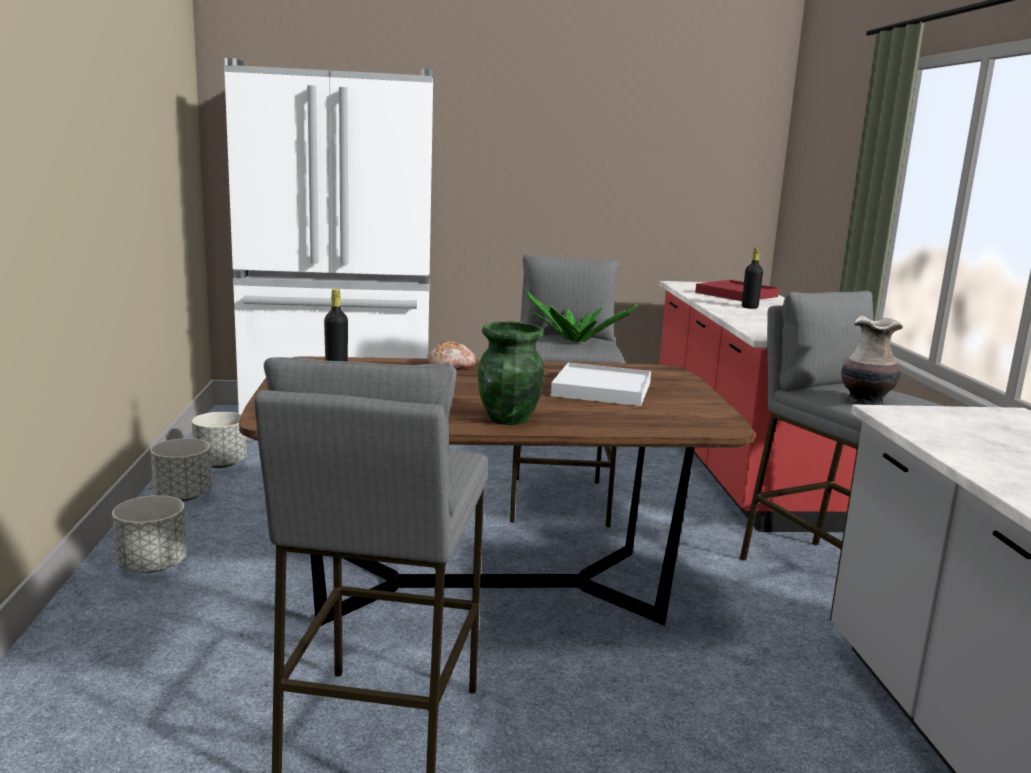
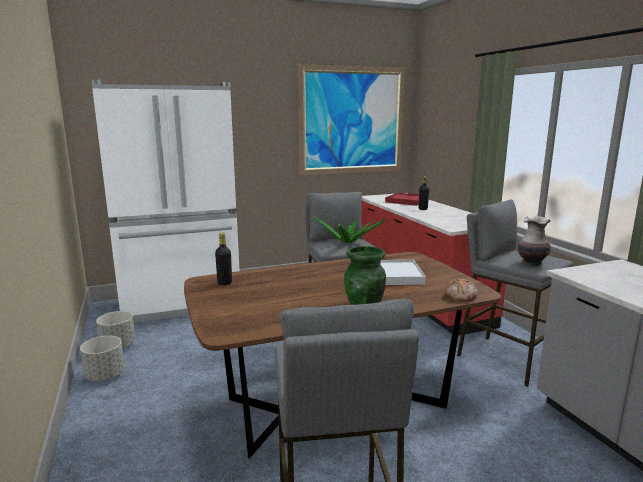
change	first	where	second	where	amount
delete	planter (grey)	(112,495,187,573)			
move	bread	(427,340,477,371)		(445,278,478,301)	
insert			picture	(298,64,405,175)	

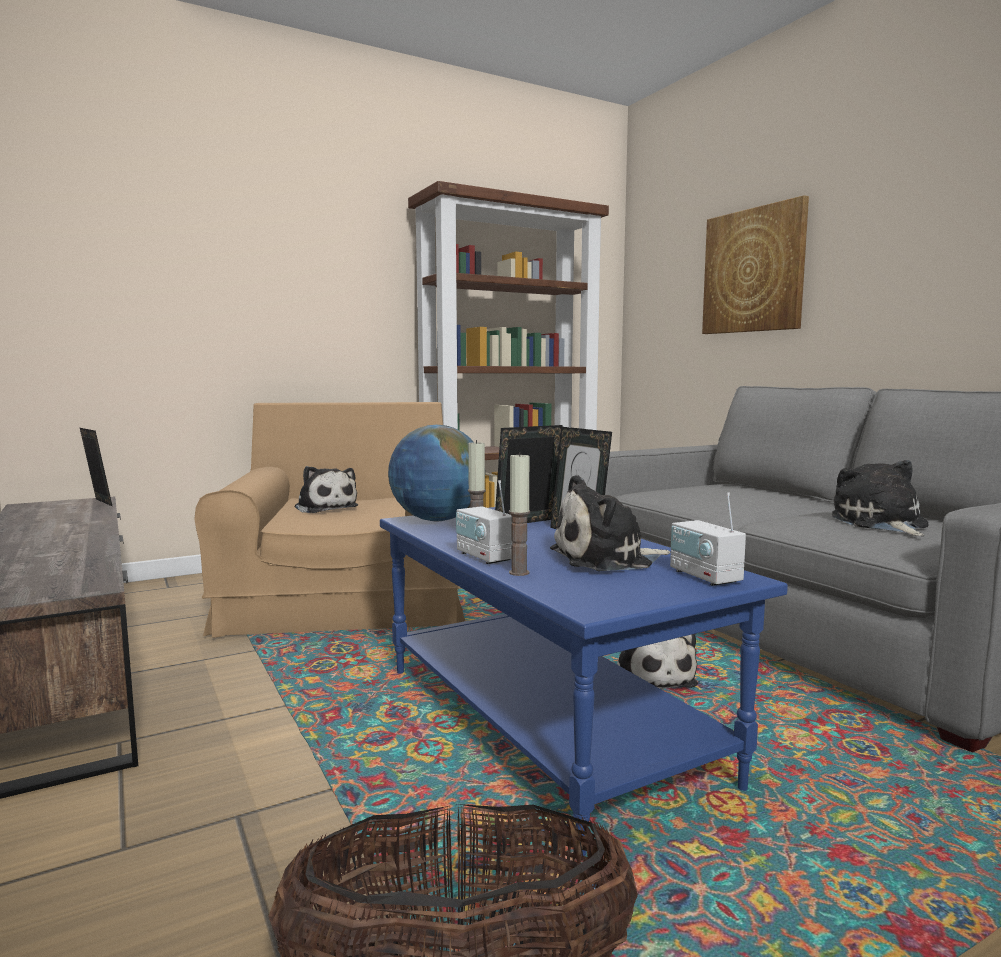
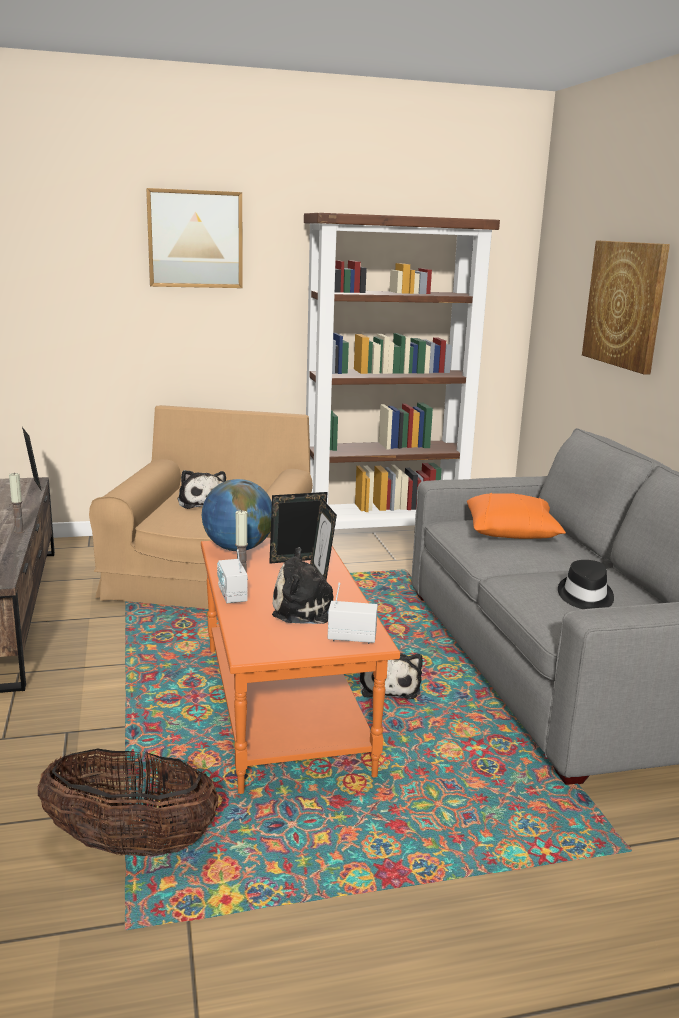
change	first	where	second	where	amount
recolor	coffee table (blue)	(380,507,788,856)	coffee table (orange)	(201,538,400,794)	
move	candle	(509,452,530,576)		(9,472,25,534)	
rotate	radio	(670,493,746,586)		(328,582,378,644)	105 degrees clockwise
replace	plush toy	(832,460,929,536)	hat (black)	(558,560,614,609)	
insert			picture	(146,188,243,288)	
insert			pillow (orange)	(467,493,566,539)	

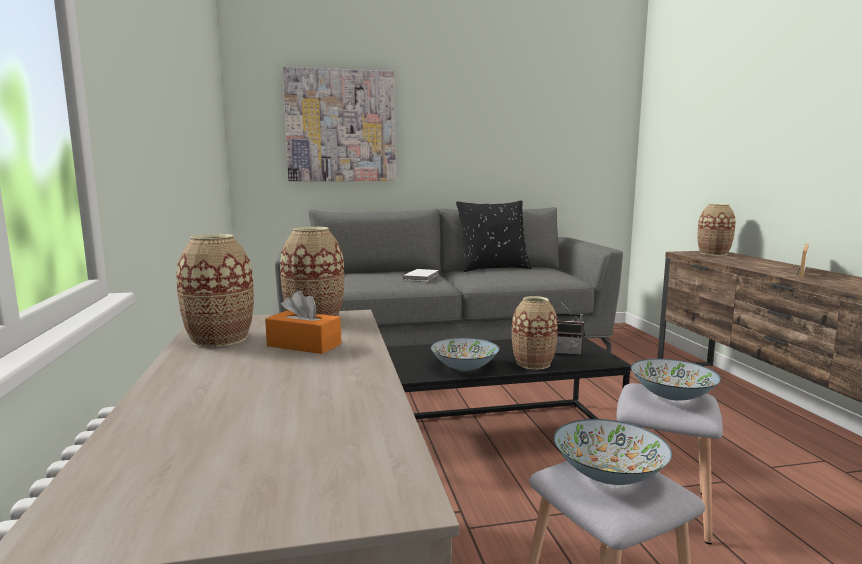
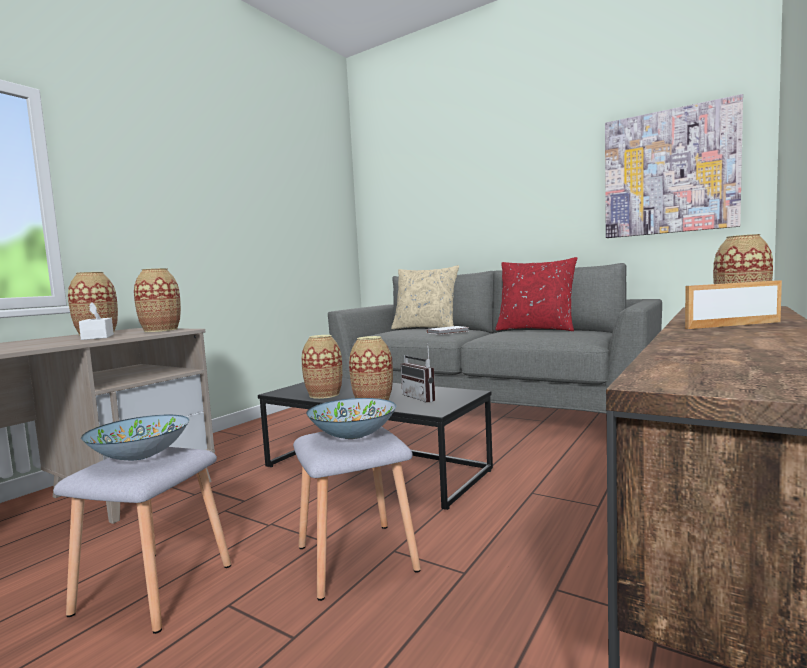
change	first	where	second	where	amount
recolor	tissue box (orange)	(265,291,341,354)	tissue box (white)	(79,303,114,340)	
move	picture	(283,67,396,181)		(605,94,743,238)	
replace	bowl	(431,338,499,371)	vase	(301,335,342,399)	
recolor	pillow (black)	(456,200,531,272)	pillow (red)	(495,257,577,331)	
insert			pillow (beige)	(391,265,459,329)	

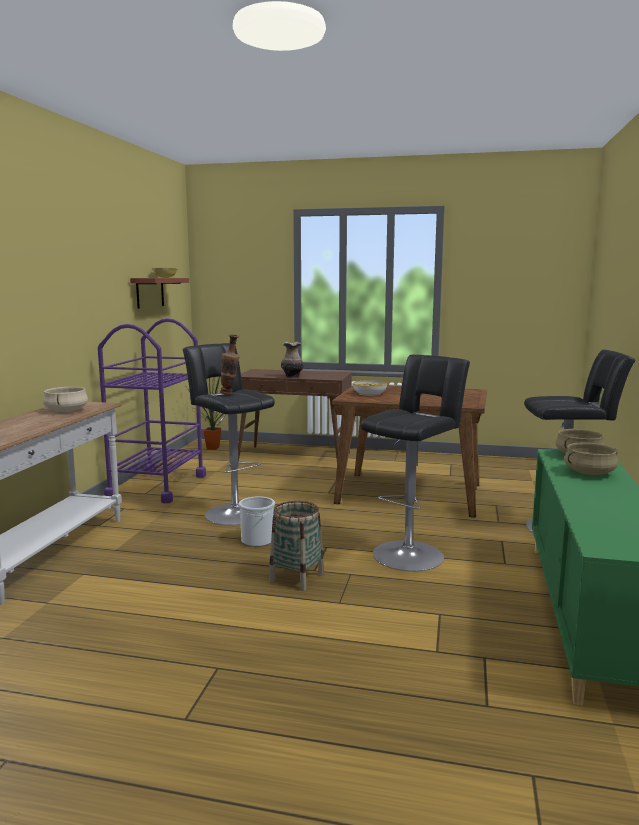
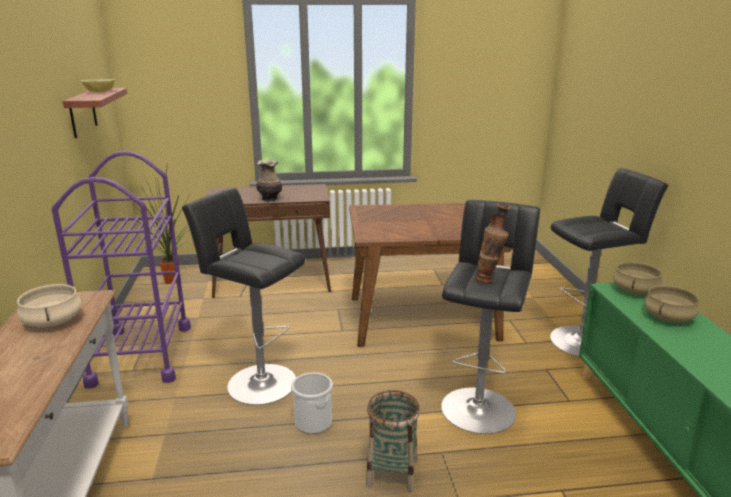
change	first	where	second	where	amount
move	vase	(220,334,240,395)		(475,204,511,283)	
delete	bowl	(353,380,387,396)			

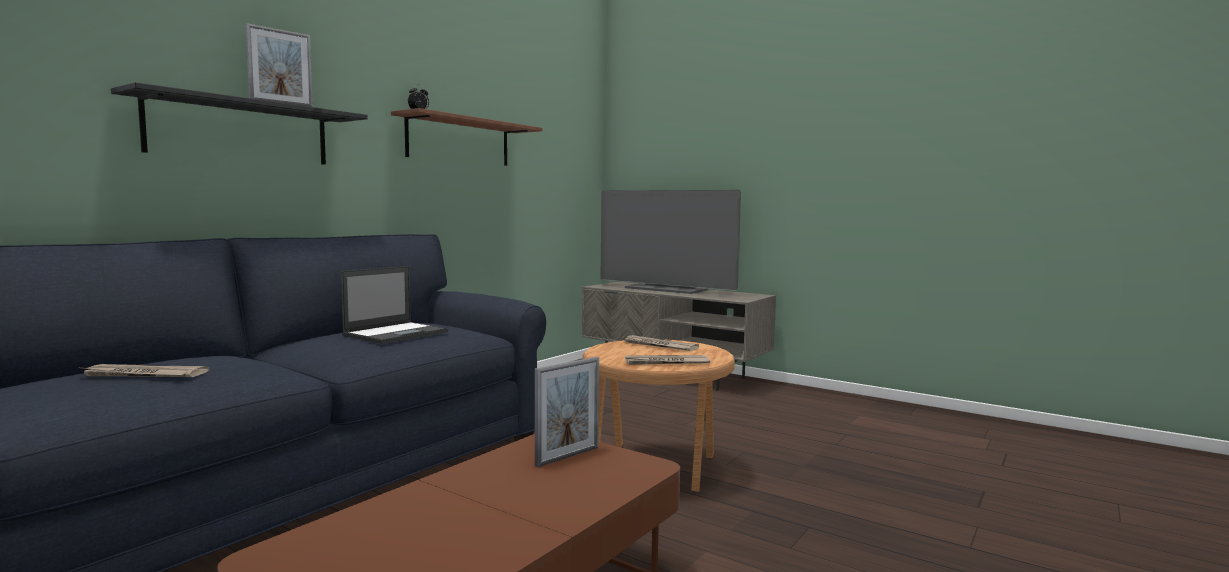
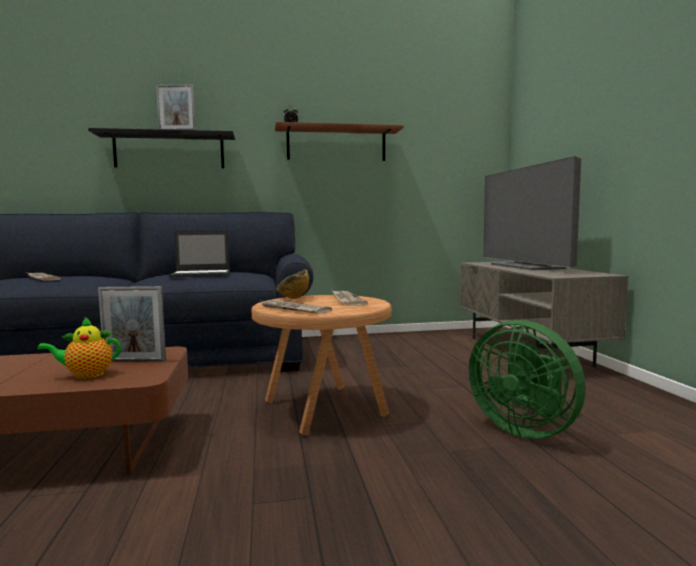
change	first	where	second	where	amount
insert			teapot	(37,317,121,379)	
insert			bowl	(277,269,309,299)	
insert			fan (green)	(469,320,586,439)	

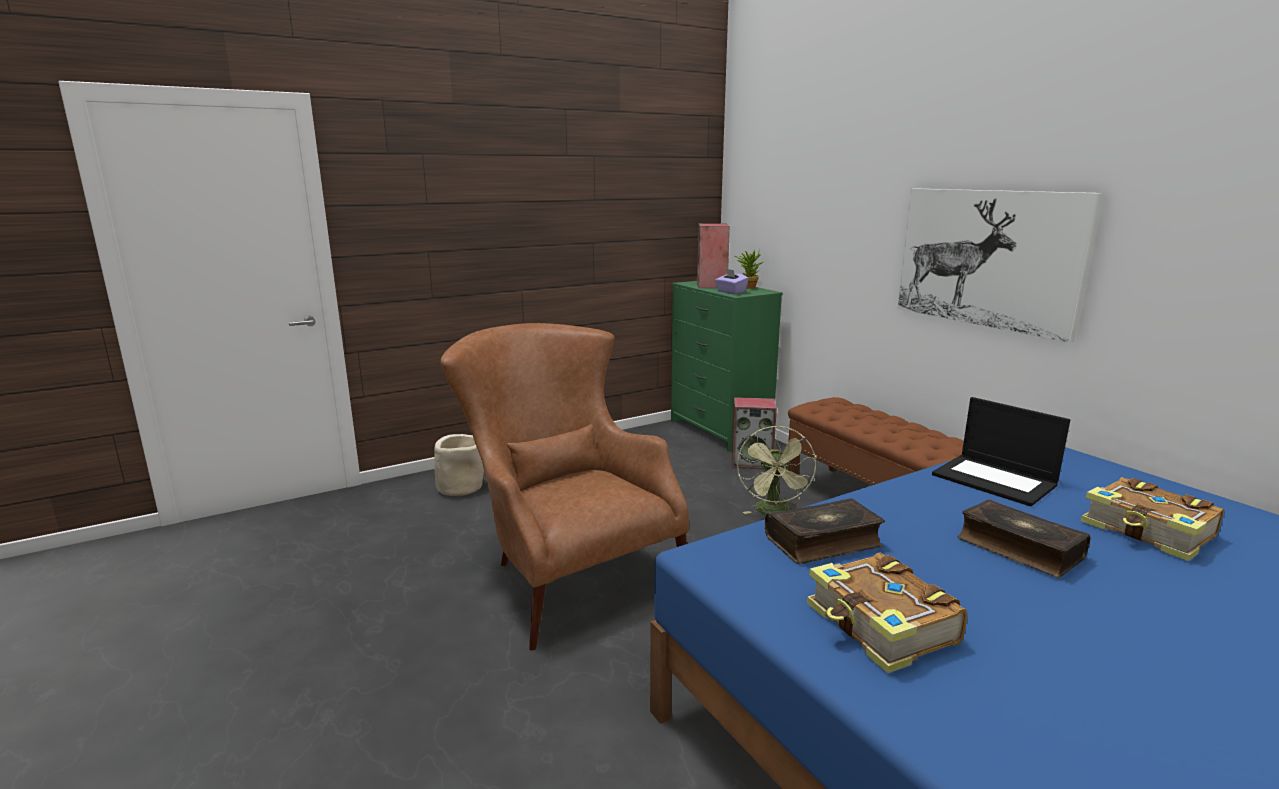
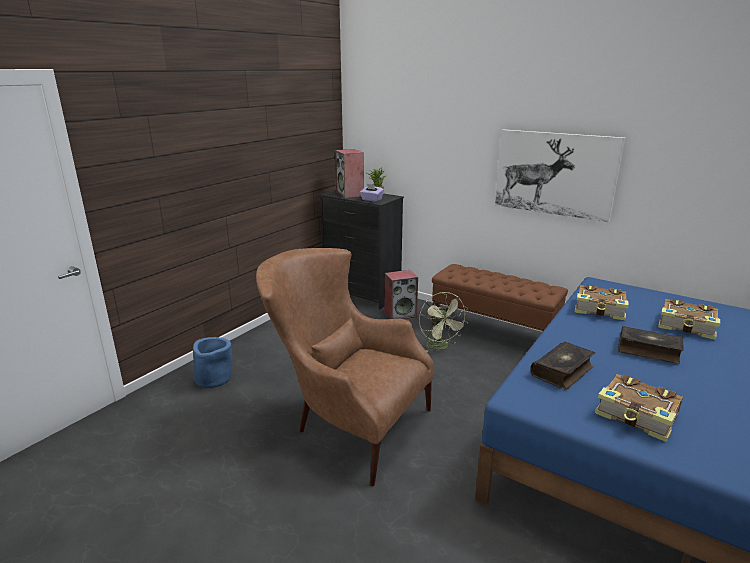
change	first	where	second	where	amount
recolor	planter (beige)	(434,434,484,496)	planter (blue)	(193,337,232,388)	
recolor	dresser (green)	(671,281,783,452)	dresser (black)	(320,190,404,309)	
replace	laptop	(932,397,1070,507)	book	(575,285,629,320)	

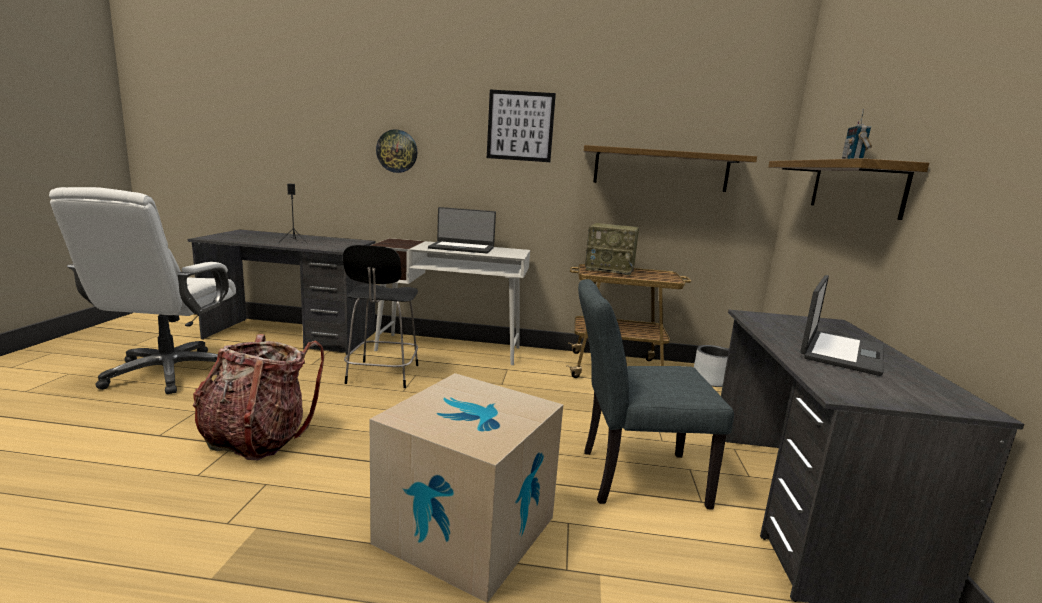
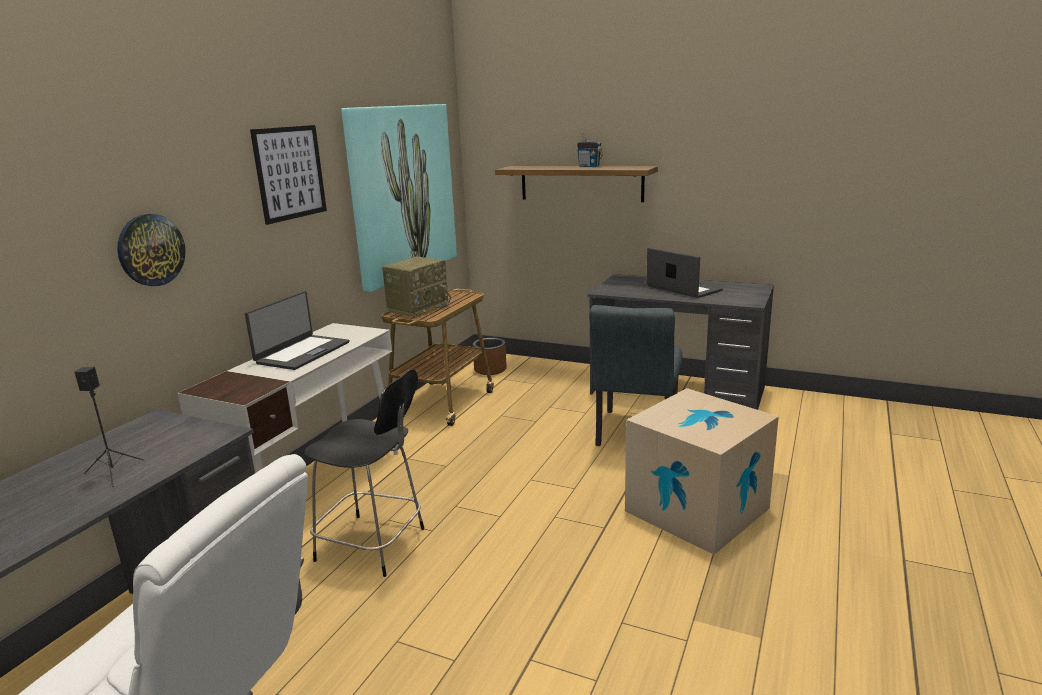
change	first	where	second	where	amount
delete	backpack	(193,334,324,460)			
replace	shelf	(583,145,757,192)	picture	(341,104,457,292)	
recolor	planter (grey)	(694,345,729,387)	planter (brown)	(473,338,507,375)	

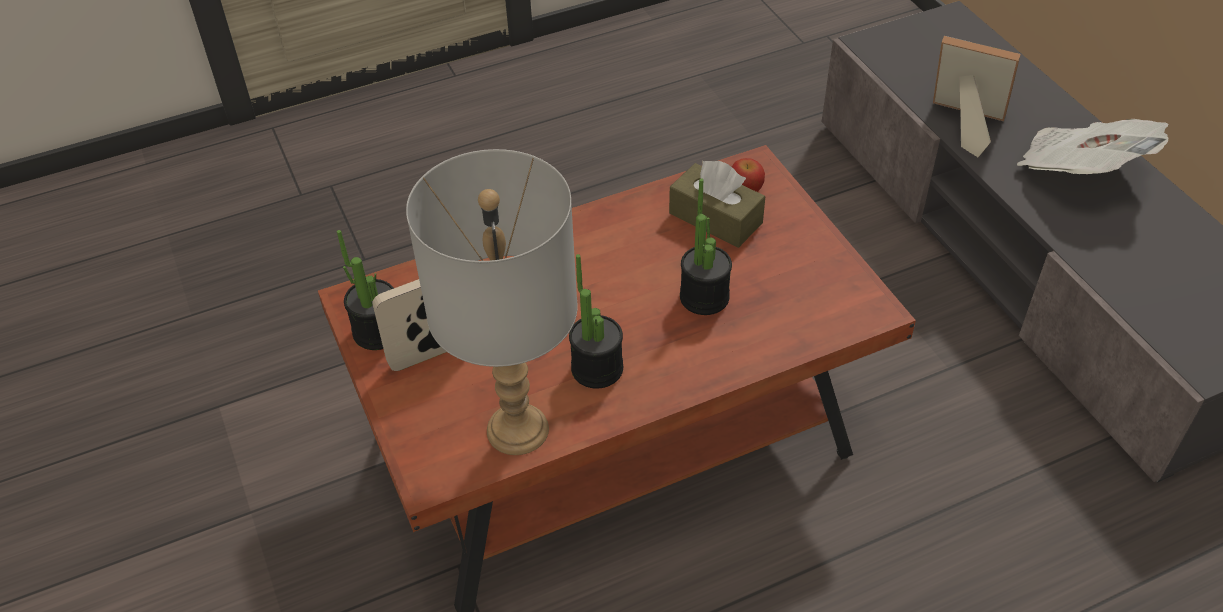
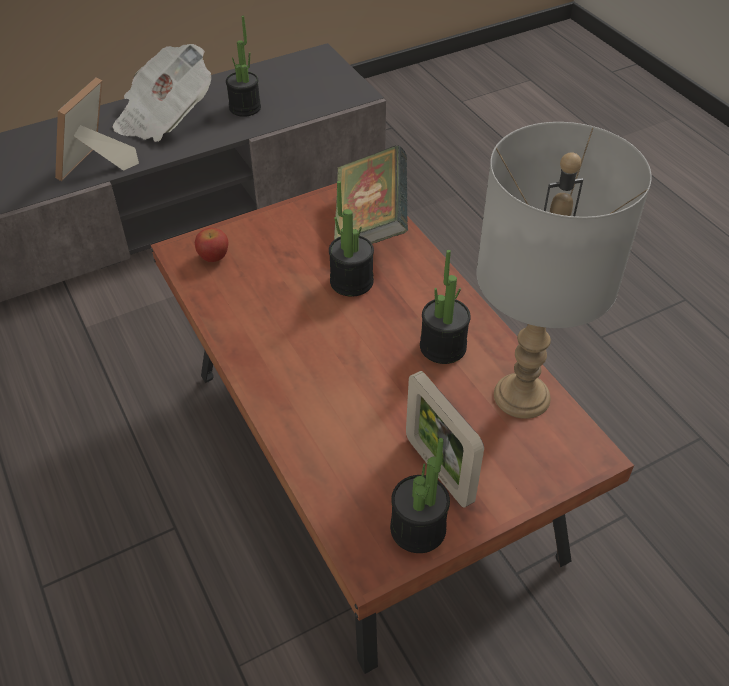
change	first	where	second	where	amount
delete	tissue box (brown)	(669,161,765,248)			
insert			potted plant	(226,16,261,117)	
insert			book	(334,145,408,244)	

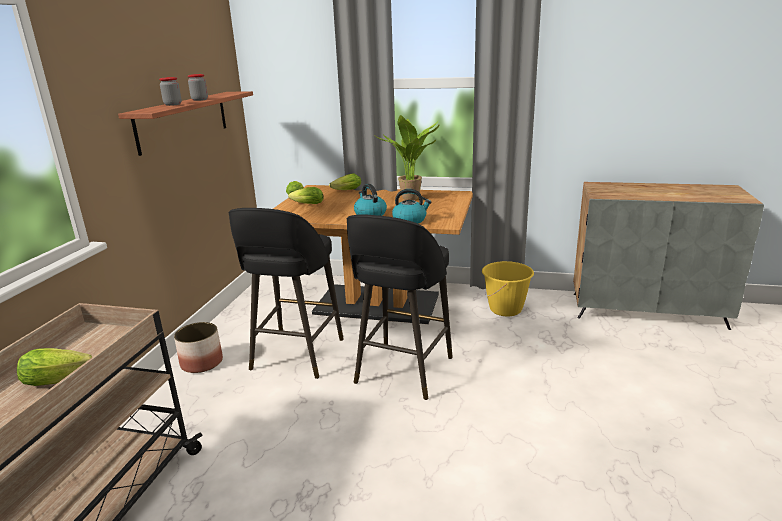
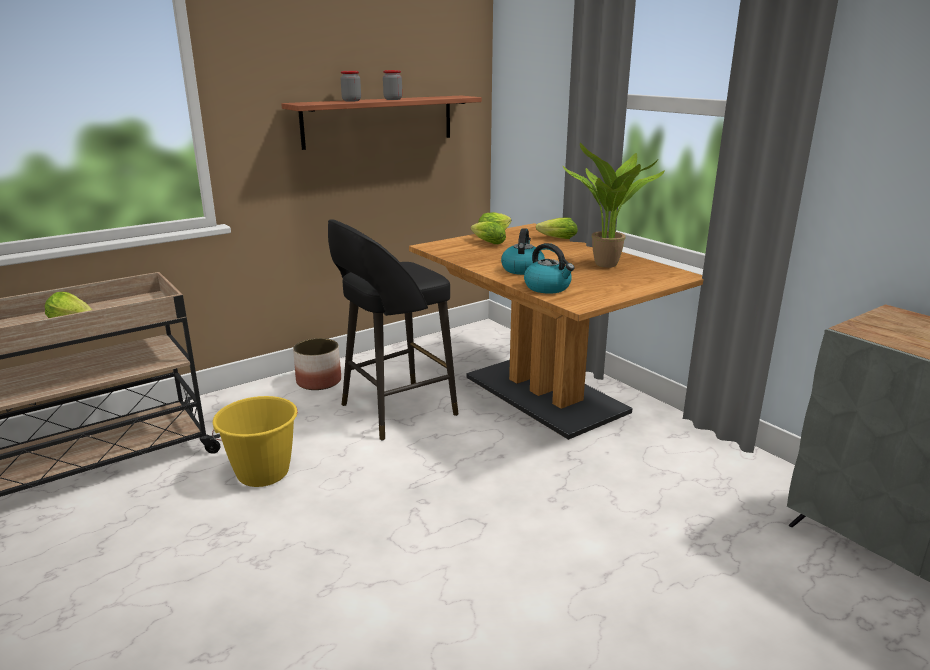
change	first	where	second	where	amount
delete	stool (black)	(347,214,453,400)			
move	bucket (yellow)	(482,261,534,316)		(212,396,298,487)	

